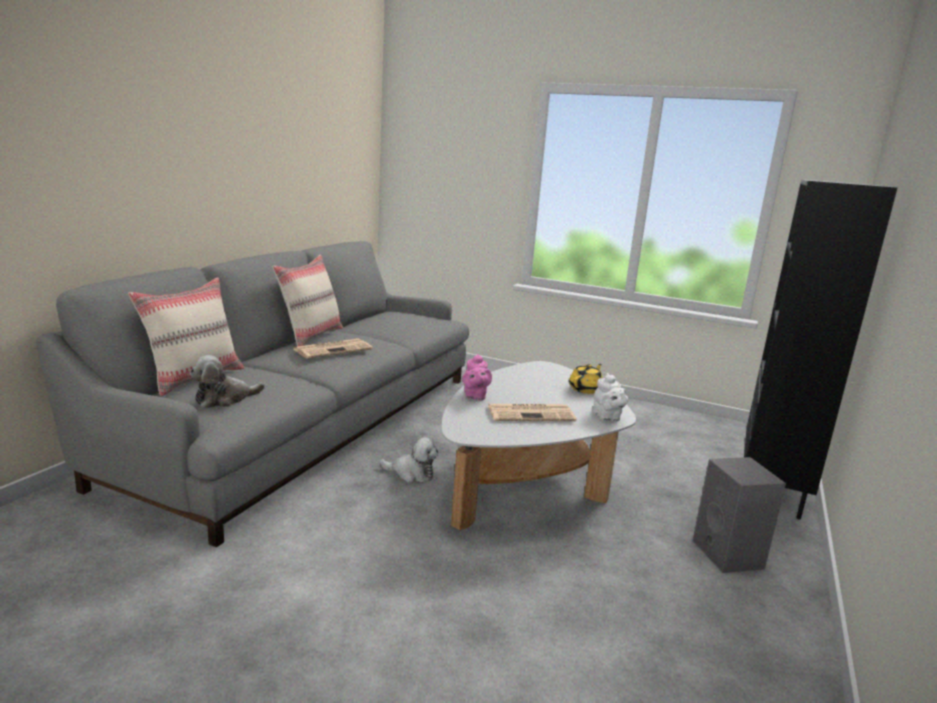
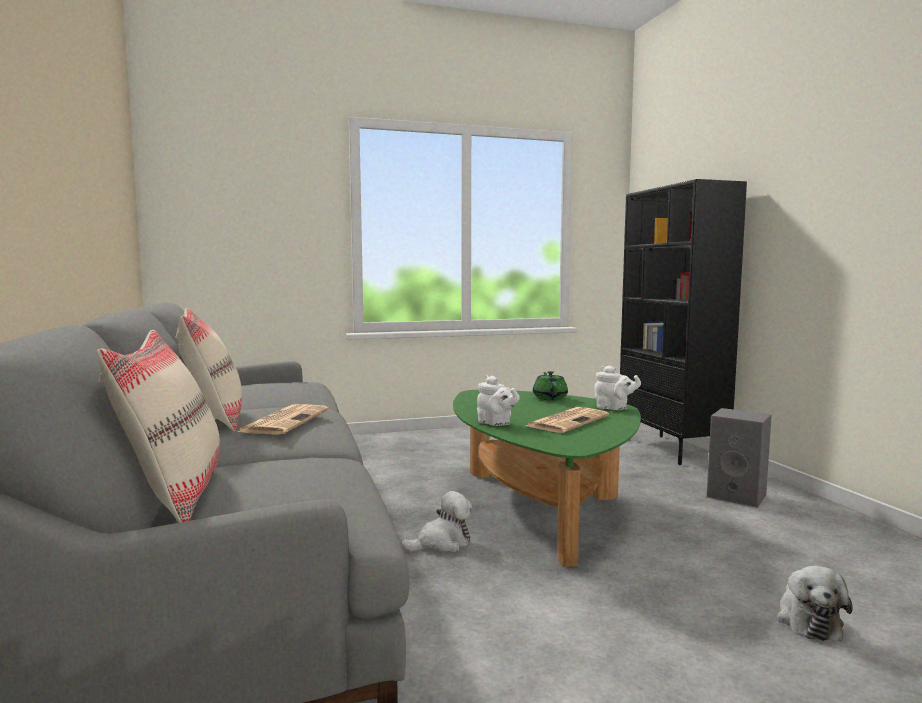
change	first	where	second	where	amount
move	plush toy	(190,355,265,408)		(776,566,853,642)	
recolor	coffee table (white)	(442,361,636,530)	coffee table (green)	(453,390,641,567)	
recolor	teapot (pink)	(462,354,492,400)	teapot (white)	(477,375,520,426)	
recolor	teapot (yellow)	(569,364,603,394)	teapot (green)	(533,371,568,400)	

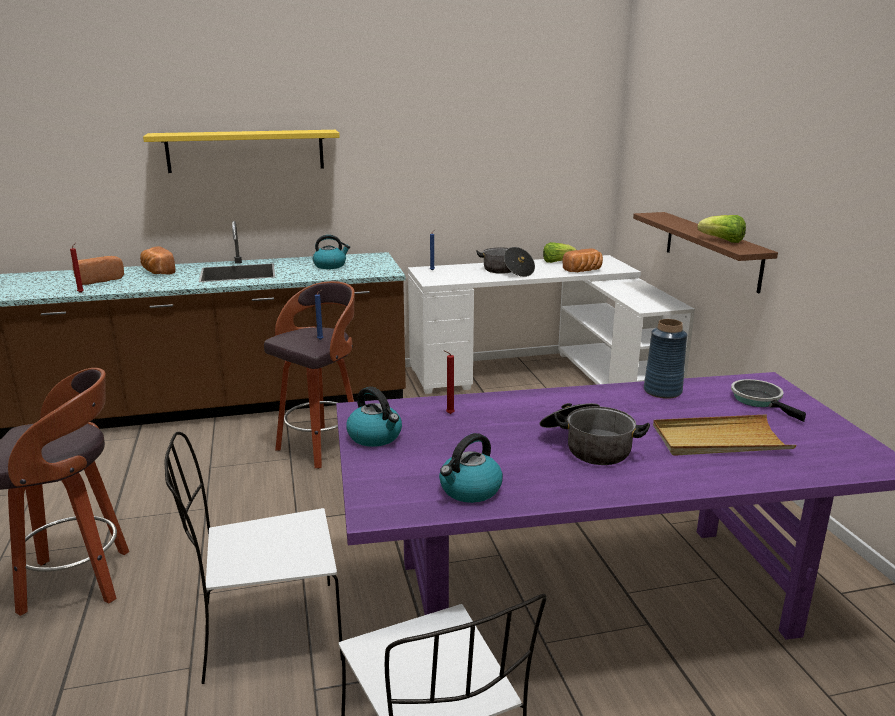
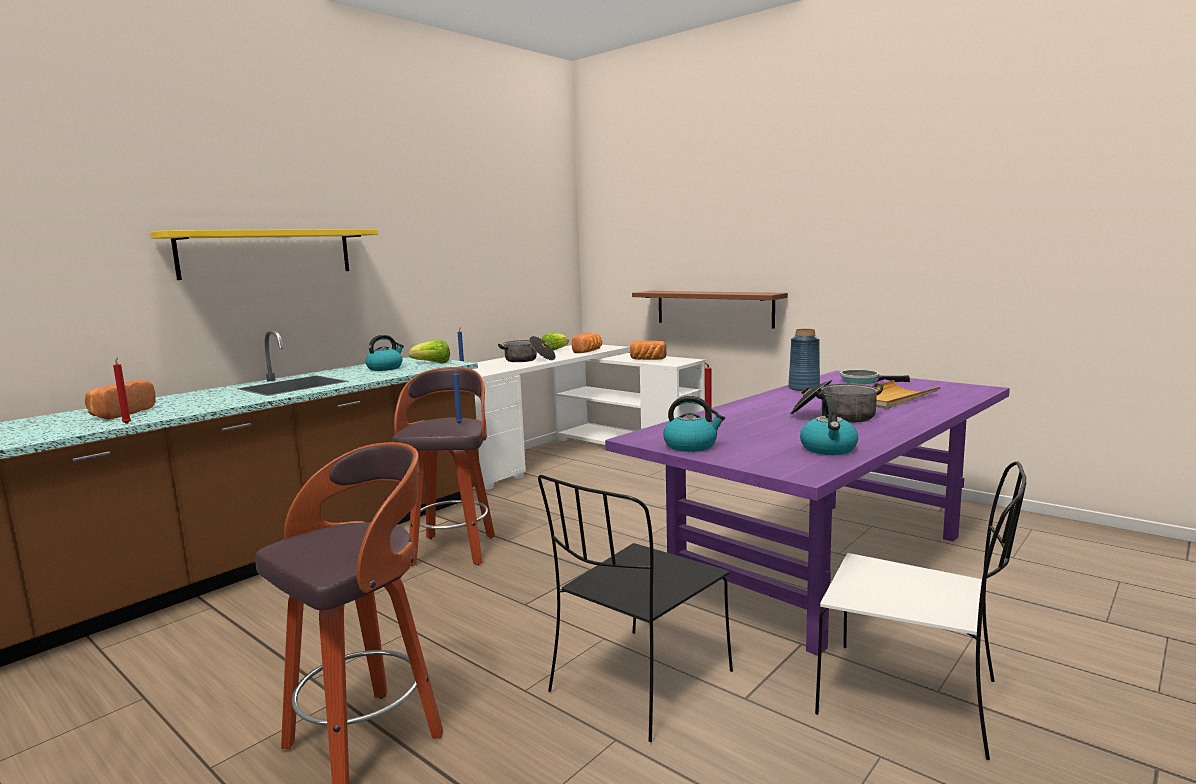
change	first	where	second	where	amount
move	bread	(140,246,176,275)		(630,341,667,360)	
recolor	chair (white)	(164,432,342,684)	chair (black)	(538,475,733,742)	
move	lettuce	(698,215,746,243)		(409,340,450,363)	

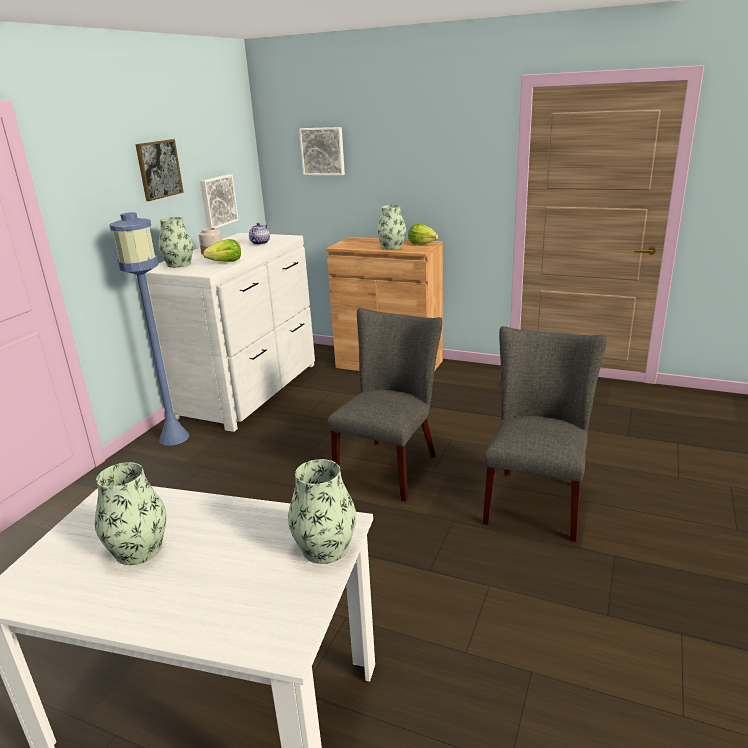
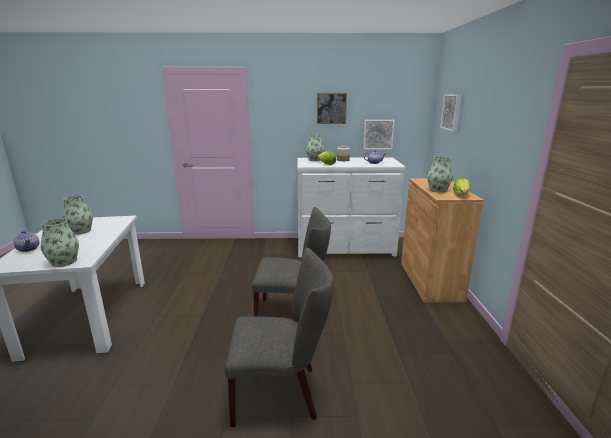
change	first	where	second	where	amount
delete	floor lamp (blue)	(109,212,189,446)			
insert			teapot	(13,231,39,252)	

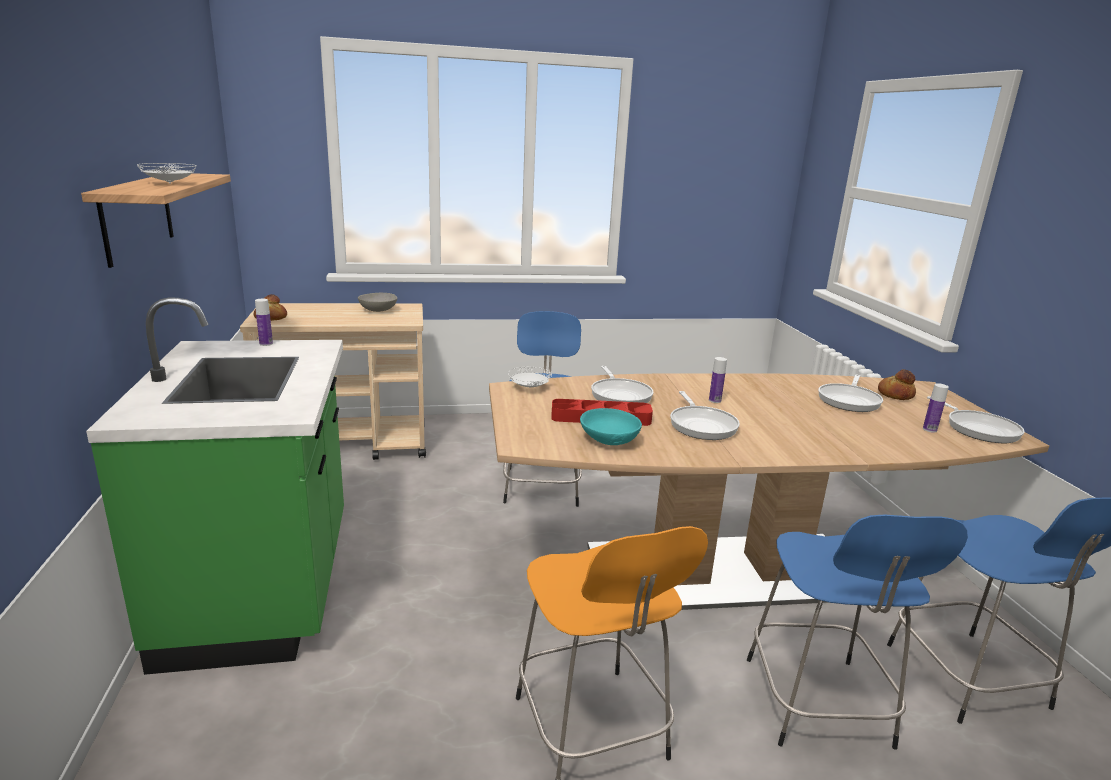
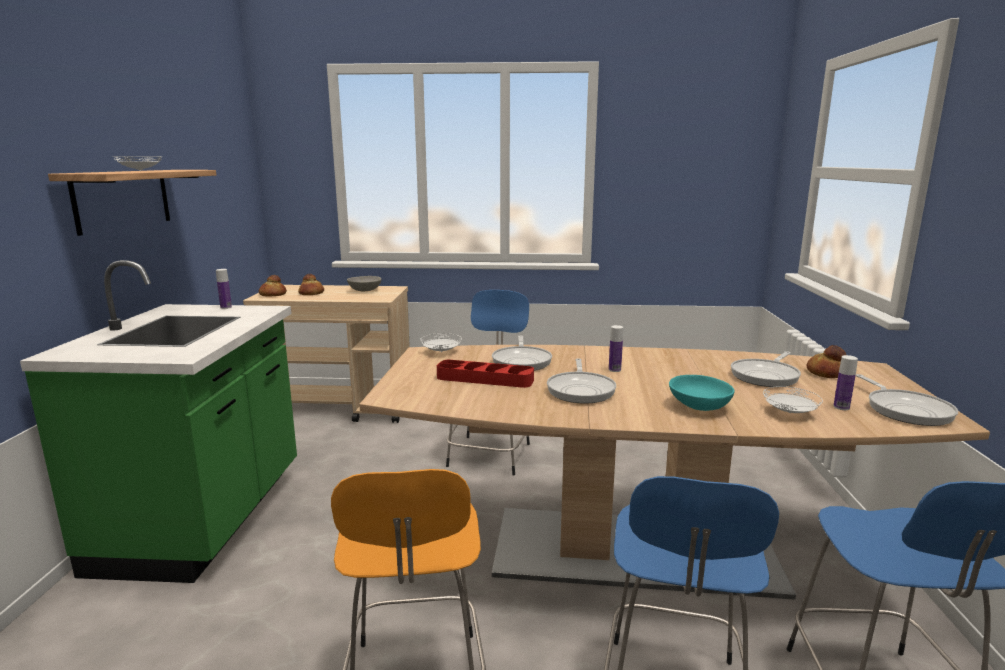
change	first	where	second	where	amount
move	bowl (turquoise)	(580,408,642,445)		(669,375,735,411)	
insert			bread	(298,274,324,295)	
insert			plate (white)	(763,386,823,413)	

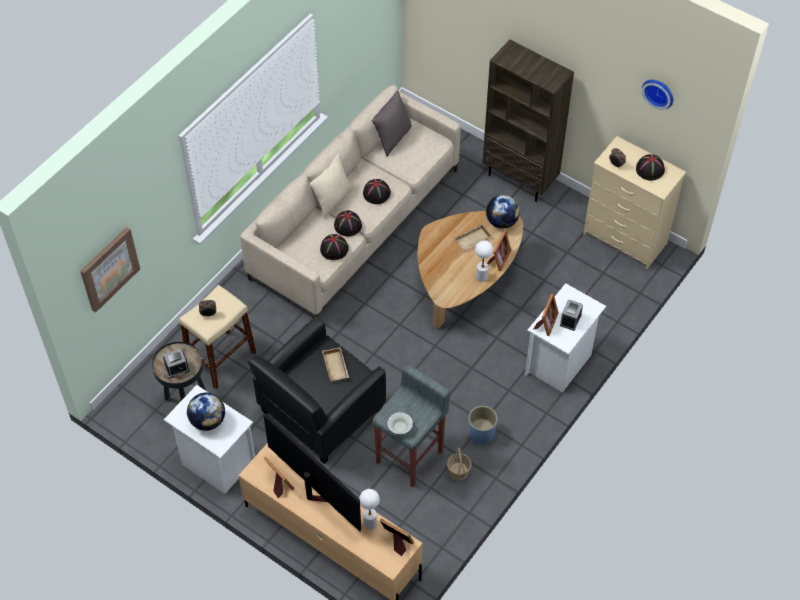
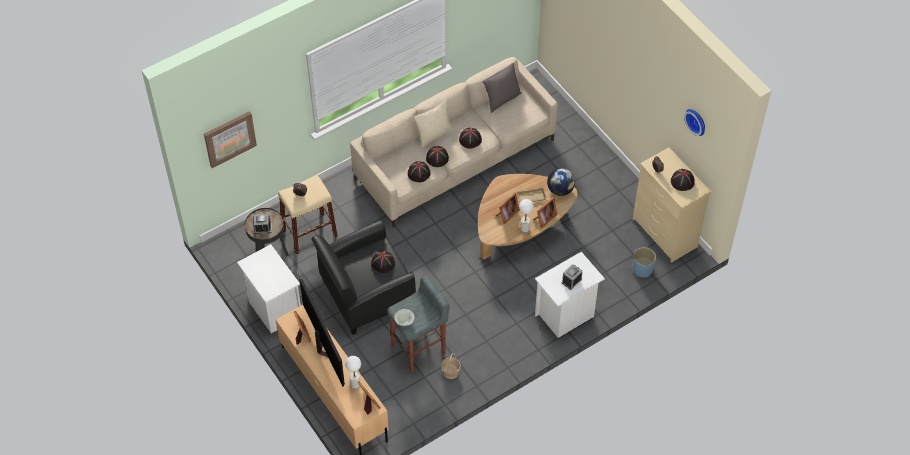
change	first	where	second	where	amount
delete	globe	(187,393,225,431)			
replace	tray (beige)	(322,347,349,382)	hat (black)	(371,251,395,273)	
move	planter (blue)	(468,406,498,444)		(632,247,656,277)	
delete	bookcase (brown)	(483,40,574,202)			
move	picture frame	(533,293,559,336)		(496,192,520,224)	

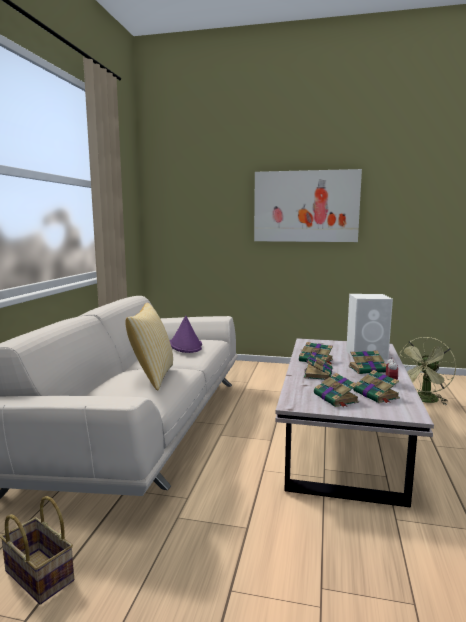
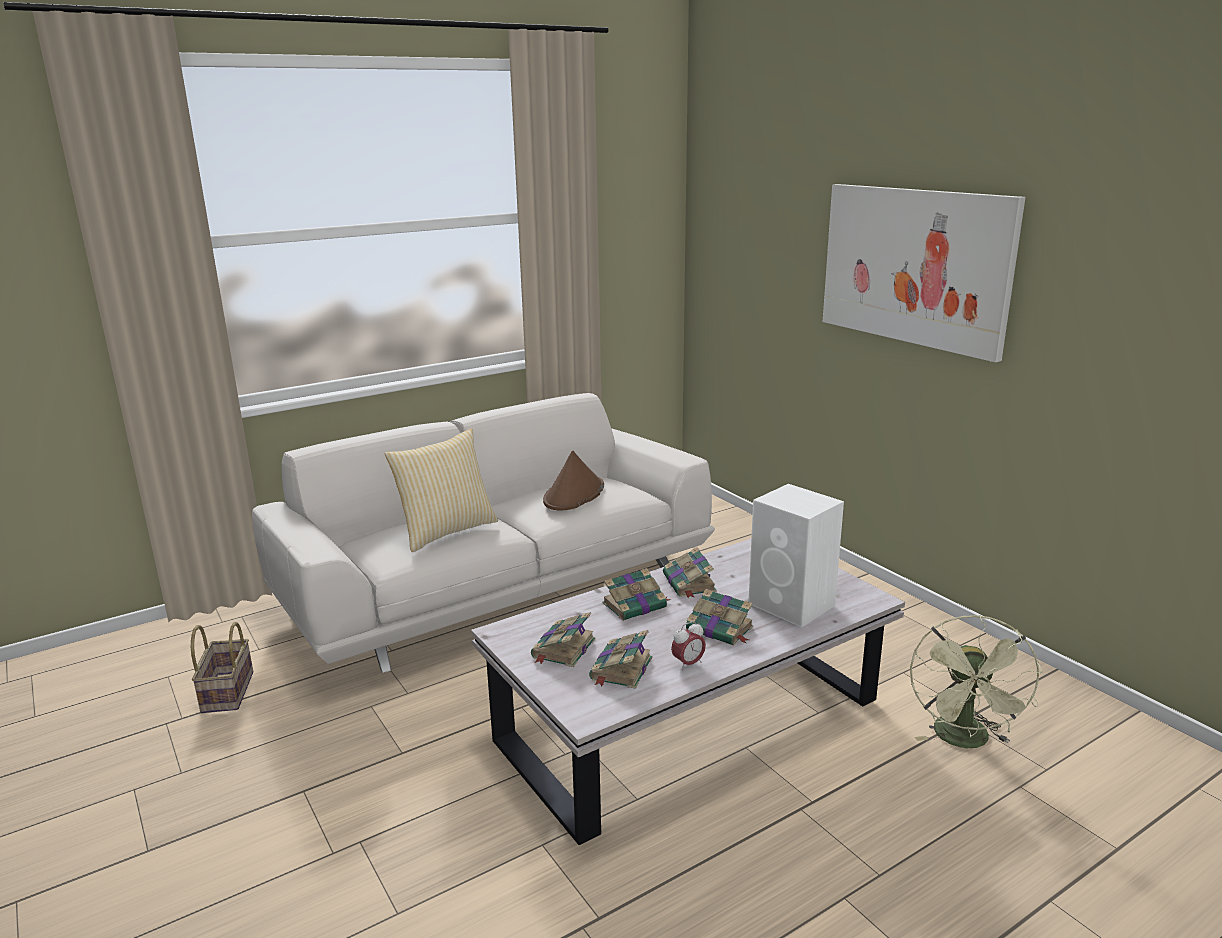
change	first	where	second	where	amount
recolor	hat (purple)	(170,316,202,353)	hat (brown)	(543,451,604,511)	
rotate	fan (green)	(398,337,456,405)		(910,615,1042,748)	75 degrees counterclockwise

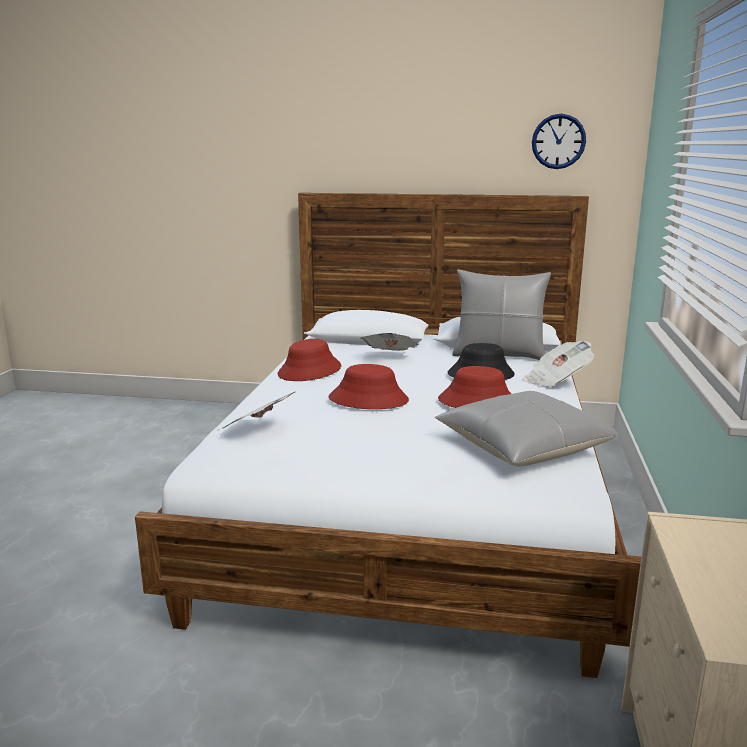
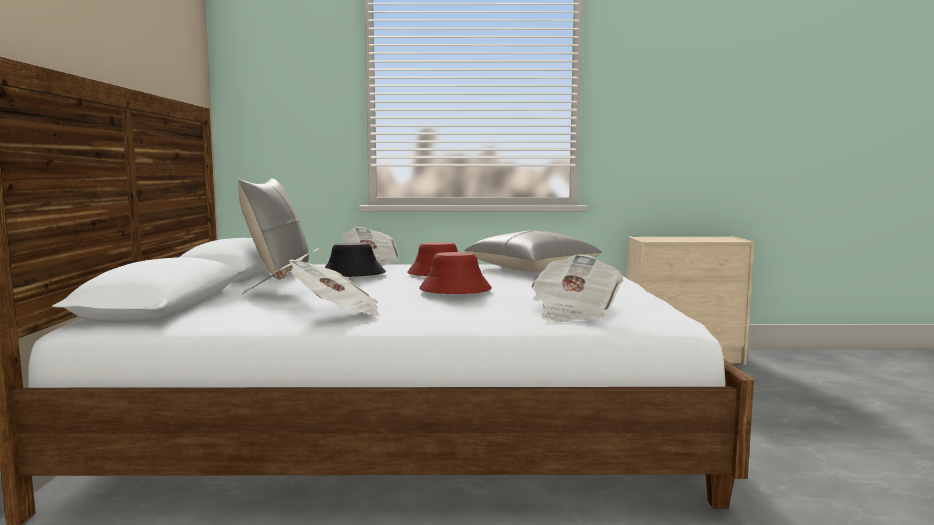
change	first	where	second	where	amount
replace	hat (red)	(278,339,341,381)	newspaper	(289,259,379,317)	
delete	wall clock	(532,114,586,169)			

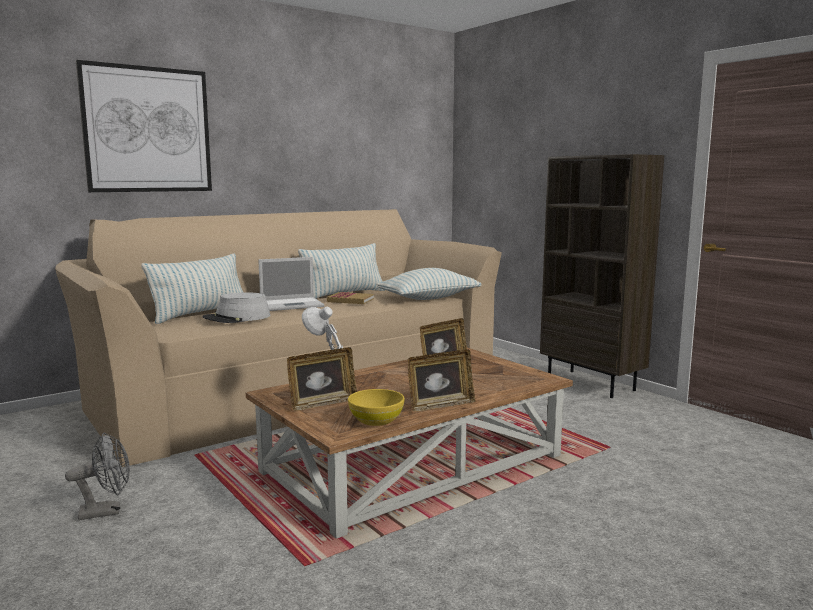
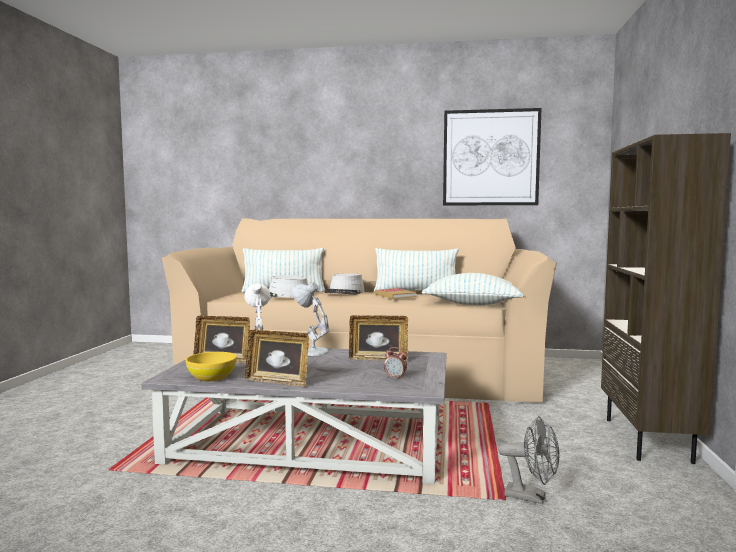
change	first	where	second	where	amount
move	fan (grey)	(65,433,130,520)		(498,416,560,504)	
move	picture	(76,60,212,192)		(443,108,541,205)	
recolor	coffee table (brown)	(246,348,573,539)	coffee table (grey)	(141,348,446,484)	
replace	laptop	(258,257,324,311)	hat (grey)	(325,274,365,295)	
insert			table lamp (white)	(292,283,329,356)	
insert			alarm clock	(384,347,407,379)	

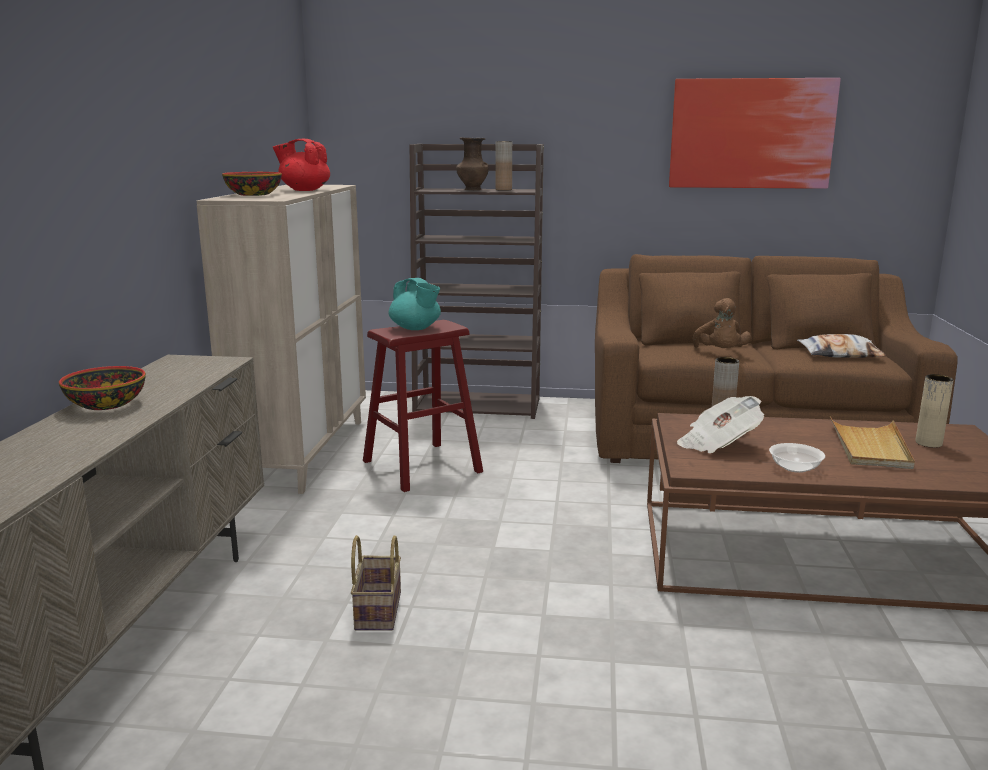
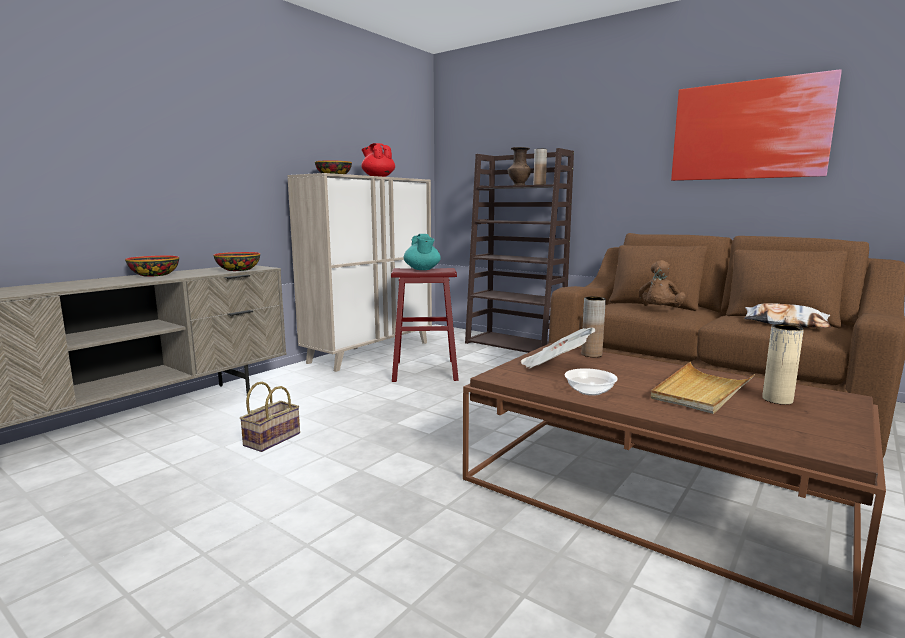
change	first	where	second	where	amount
insert			bowl	(213,252,260,271)	

